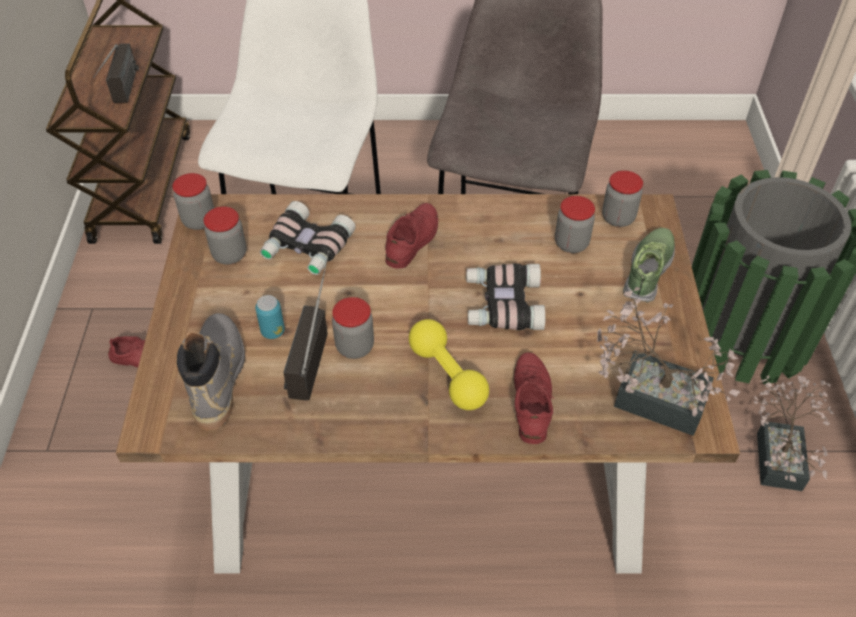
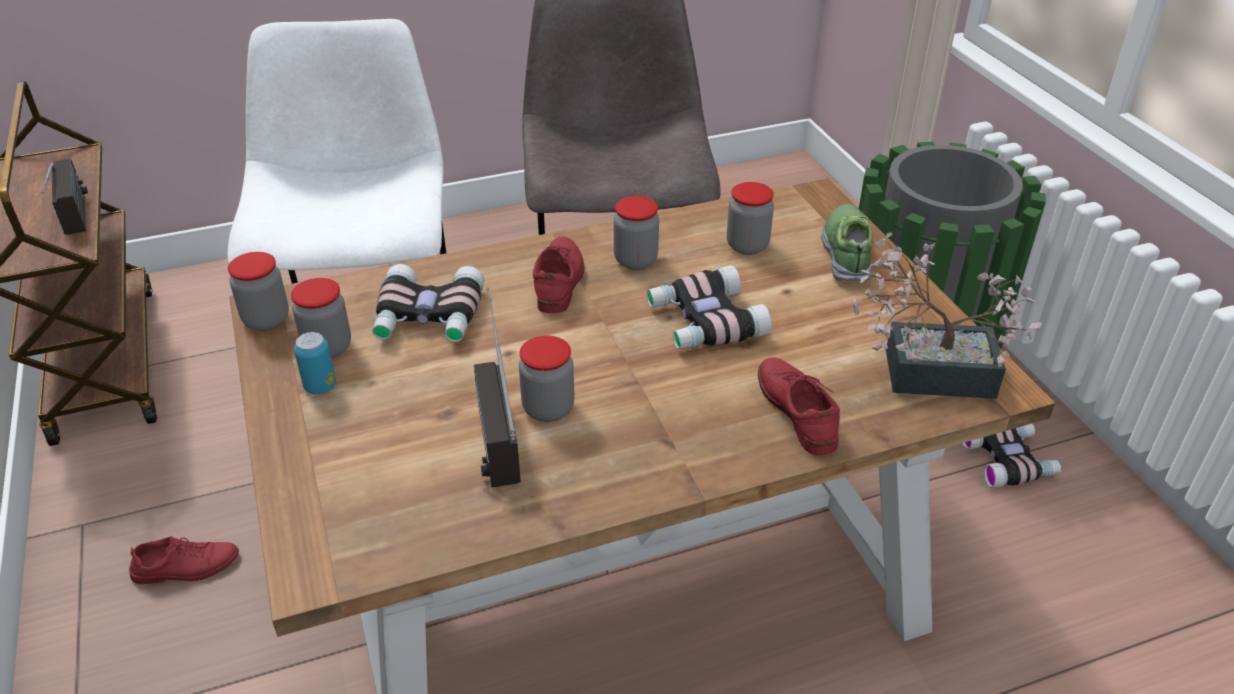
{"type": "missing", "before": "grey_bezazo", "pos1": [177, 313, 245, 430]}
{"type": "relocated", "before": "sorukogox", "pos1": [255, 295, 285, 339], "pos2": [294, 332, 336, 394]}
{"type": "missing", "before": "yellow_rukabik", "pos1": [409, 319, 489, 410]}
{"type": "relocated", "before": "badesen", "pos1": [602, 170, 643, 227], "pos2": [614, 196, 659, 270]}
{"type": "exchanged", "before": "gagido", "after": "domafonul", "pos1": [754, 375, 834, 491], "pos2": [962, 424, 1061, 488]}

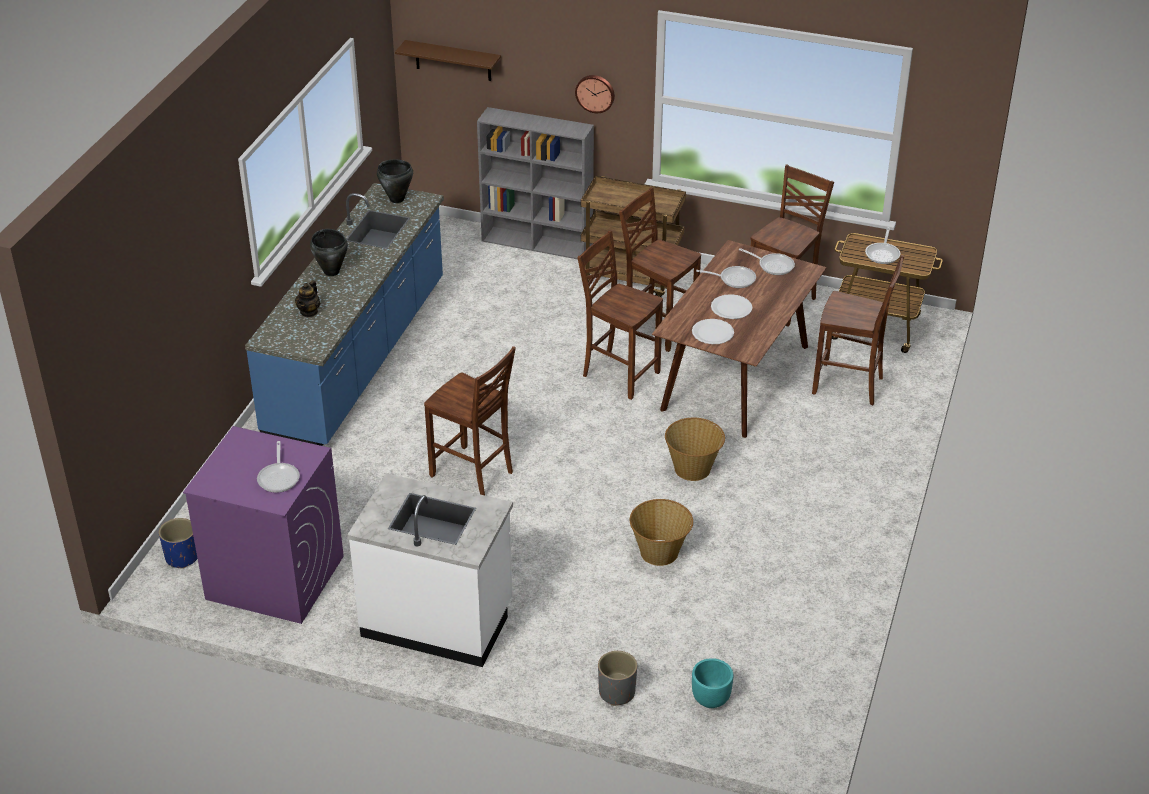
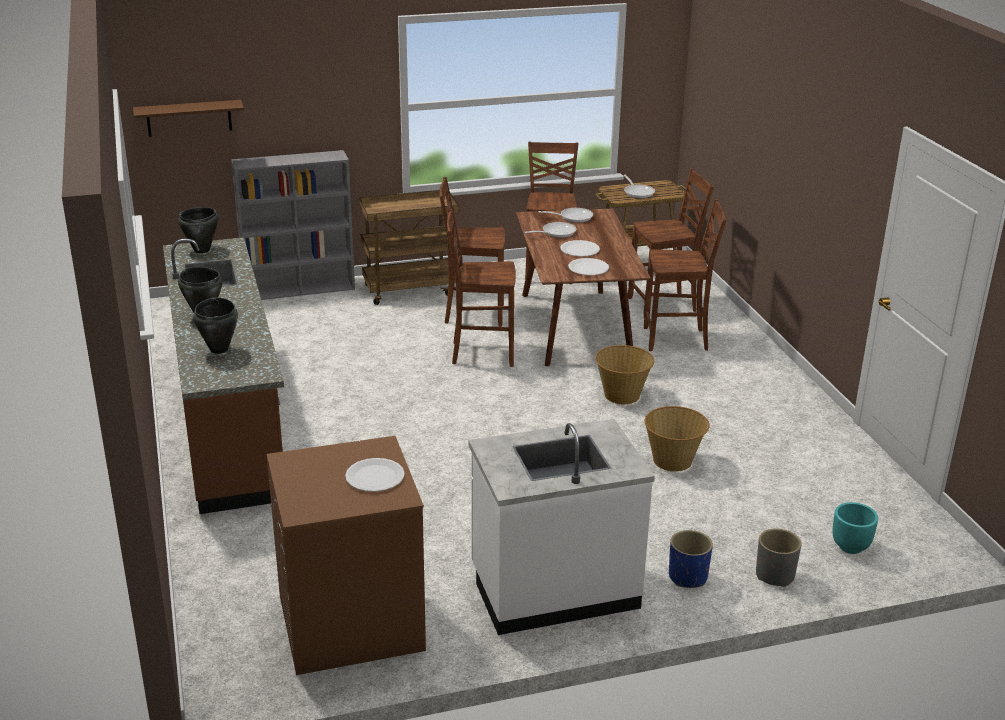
{"type": "relocated", "before": "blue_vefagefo", "pos1": [159, 518, 198, 569], "pos2": [669, 530, 713, 588]}
{"type": "colour", "before": "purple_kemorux", "after": "brown_kemorux", "pos1": [183, 426, 344, 624], "pos2": [267, 436, 426, 675]}
{"type": "colour", "before": "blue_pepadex", "after": "brown_pepadex", "pos1": [245, 183, 444, 446], "pos2": [163, 237, 284, 514]}
{"type": "exchanged", "before": "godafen", "after": "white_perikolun", "pos1": [257, 441, 300, 493], "pos2": [345, 458, 405, 492]}
{"type": "exchanged", "before": "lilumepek", "after": "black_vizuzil", "pos1": [295, 280, 320, 317], "pos2": [193, 298, 238, 354]}
{"type": "relocated", "before": "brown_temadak", "pos1": [424, 346, 516, 495], "pos2": [644, 199, 726, 351]}
{"type": "missing", "before": "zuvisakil", "pos1": [575, 75, 615, 113]}

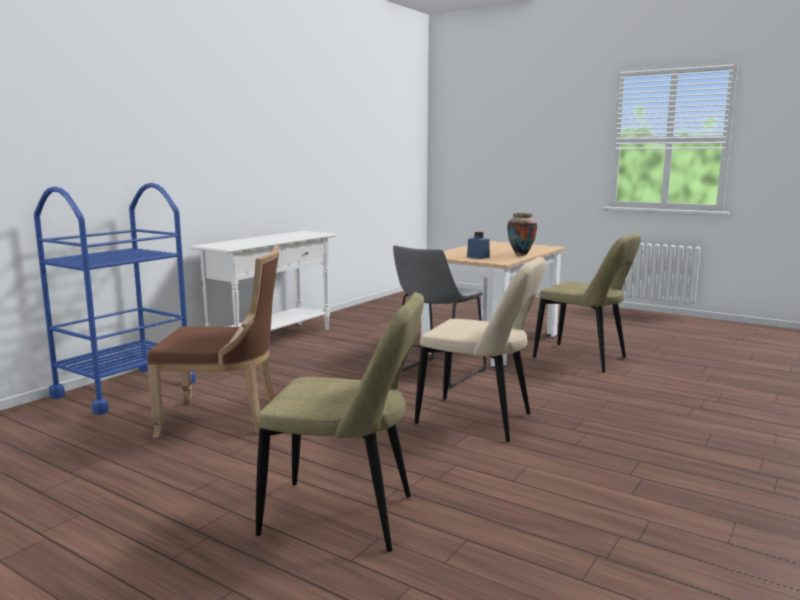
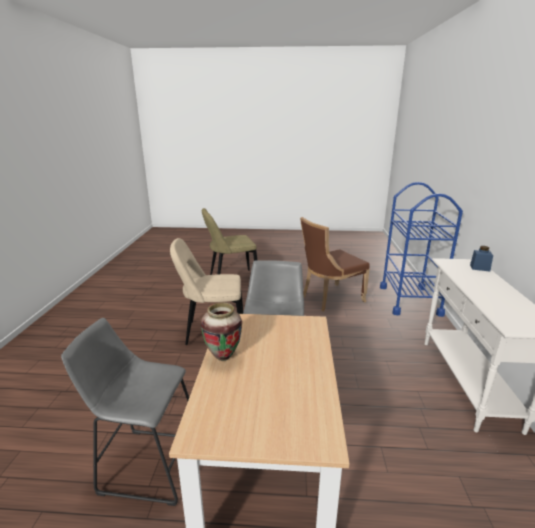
{"type": "relocated", "before": "blue_badesen", "pos1": [467, 232, 490, 259], "pos2": [470, 246, 493, 271]}
{"type": "exchanged", "before": "beige_temadak", "after": "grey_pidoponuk", "pos1": [533, 233, 641, 373], "pos2": [61, 318, 189, 506]}

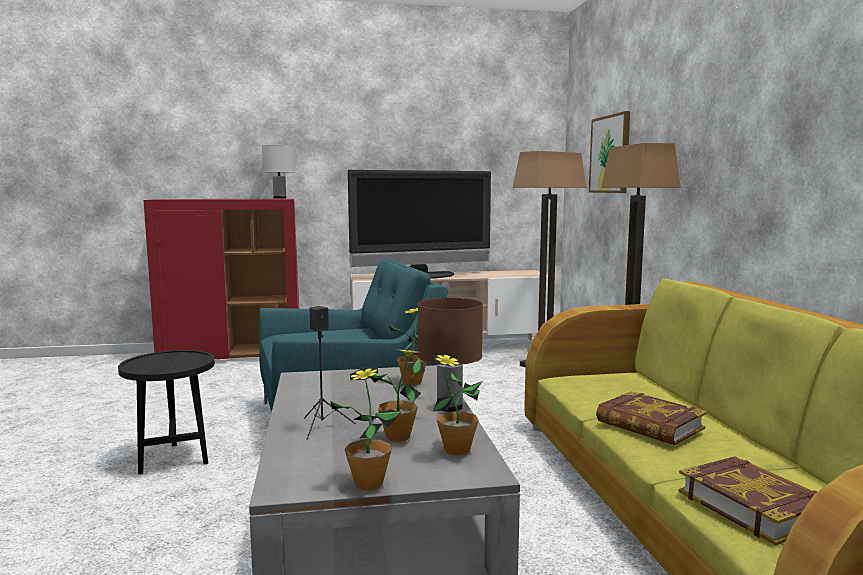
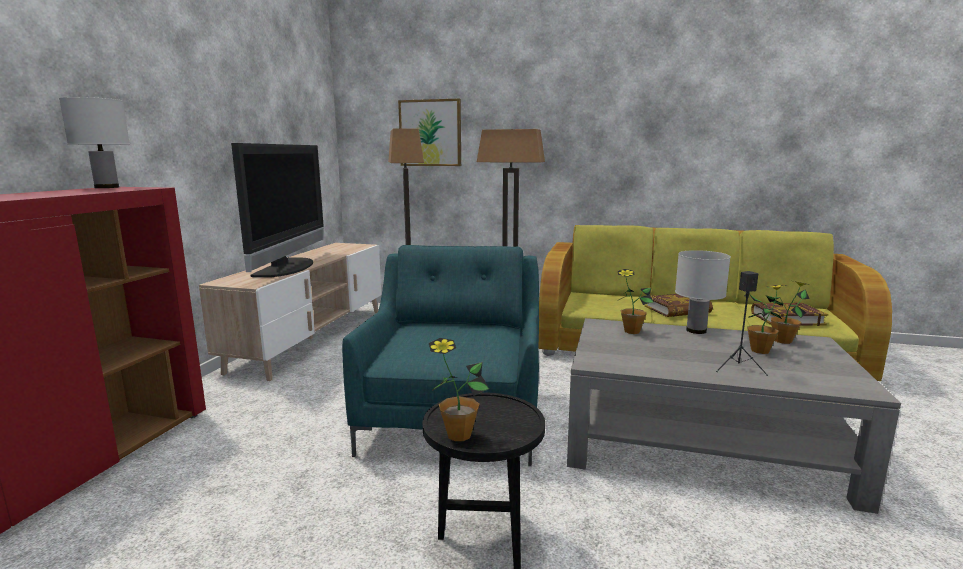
{"type": "relocated", "before": "gagido", "pos1": [330, 367, 401, 490], "pos2": [429, 338, 489, 441]}
{"type": "colour", "before": "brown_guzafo", "after": "white_guzafo", "pos1": [418, 298, 483, 412], "pos2": [675, 250, 731, 334]}

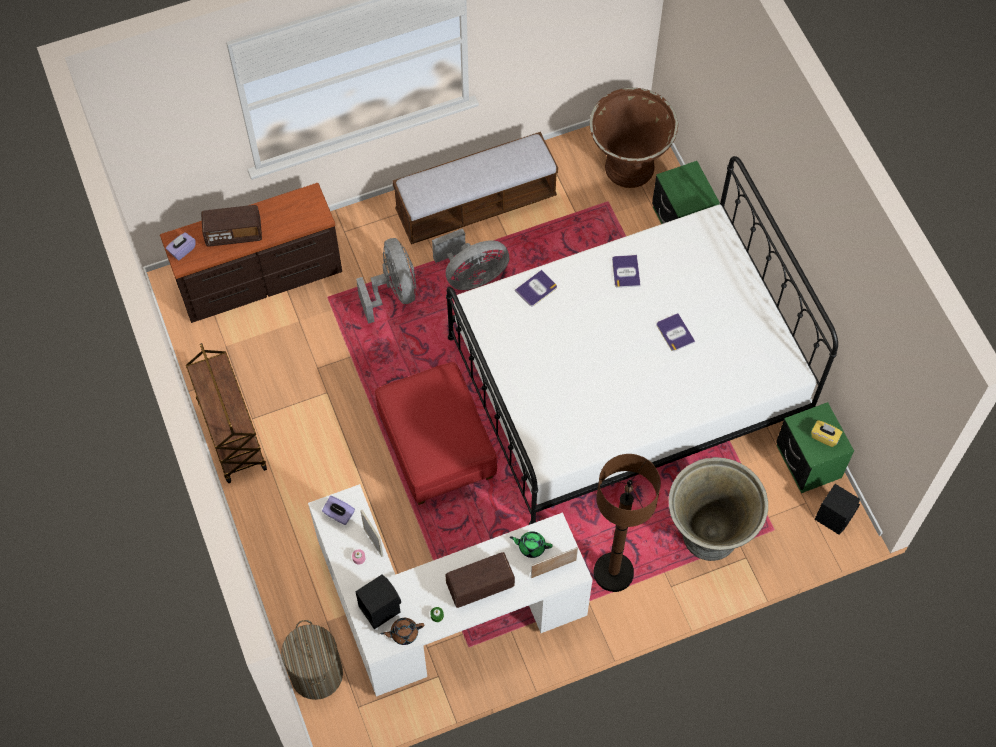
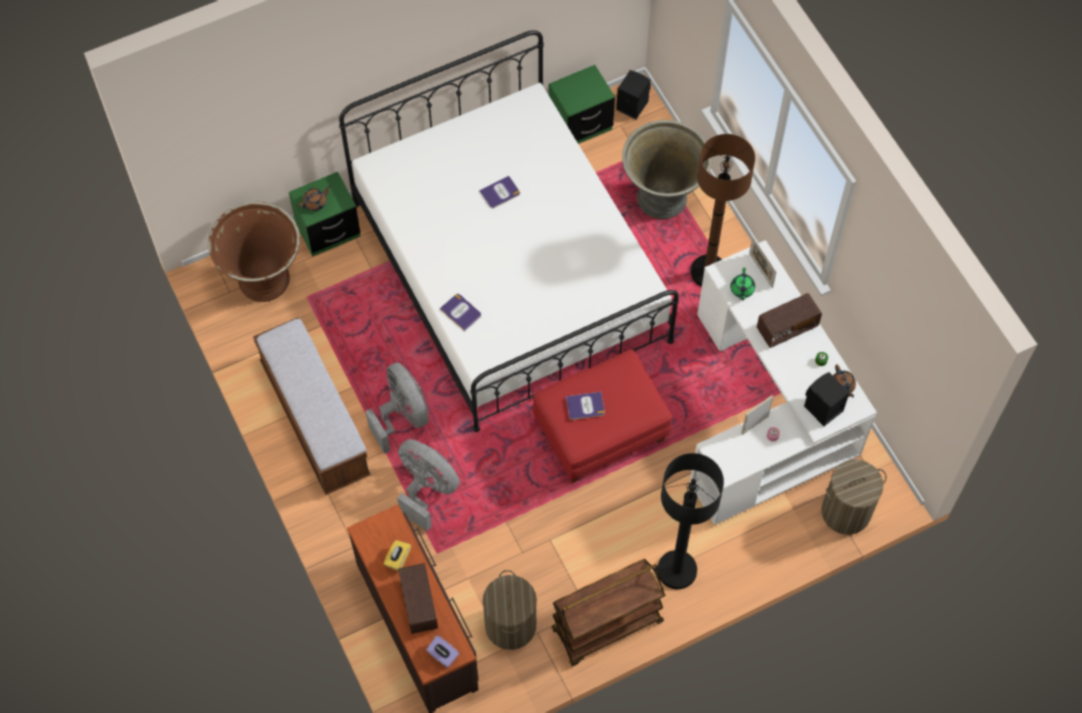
{"type": "missing", "before": "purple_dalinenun", "pos1": [322, 496, 355, 525]}
{"type": "spun", "before": "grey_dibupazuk", "pos1": [356, 238, 416, 324], "pos2": [397, 439, 460, 531], "turn": 60}
{"type": "spun", "before": "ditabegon", "pos1": [445, 552, 515, 608], "pos2": [757, 293, 822, 348], "turn": -90}
{"type": "relocated", "before": "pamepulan", "pos1": [612, 255, 641, 288], "pos2": [566, 392, 605, 420]}
{"type": "relocated", "before": "yellow_dalinenun", "pos1": [811, 420, 842, 447], "pos2": [384, 540, 411, 571]}
{"type": "appeared", "after": "brown_lilumepek", "pos2": [298, 185, 331, 211]}
{"type": "appeared", "after": "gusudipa", "pos2": [483, 570, 537, 650]}
{"type": "appeared", "after": "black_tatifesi", "pos2": [657, 453, 724, 589]}

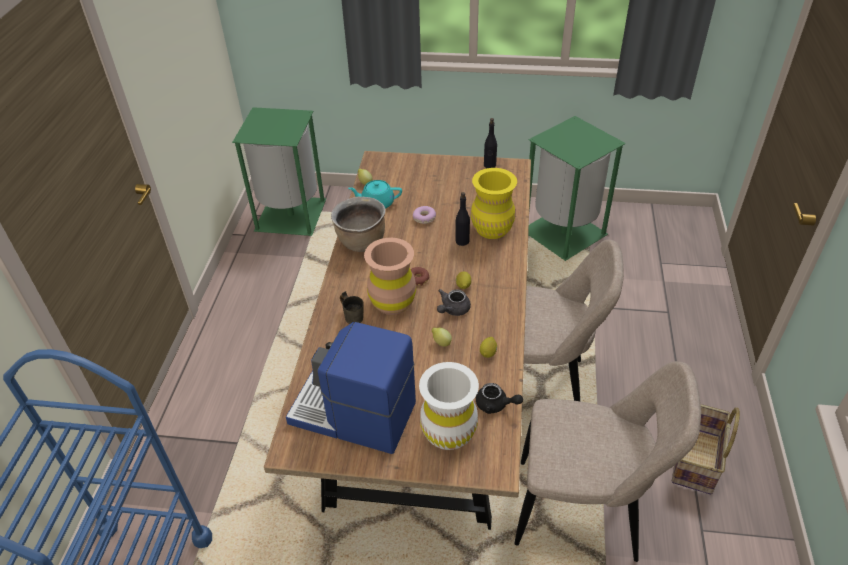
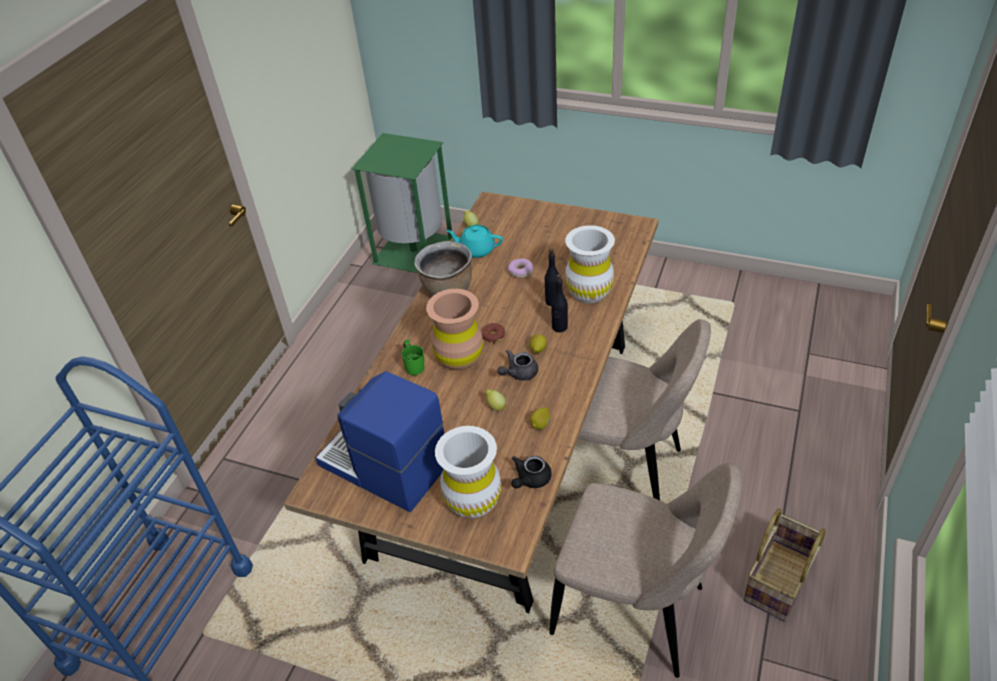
{"type": "colour", "before": "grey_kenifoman", "after": "green_kenifoman", "pos1": [340, 291, 364, 324], "pos2": [402, 339, 424, 375]}
{"type": "colour", "before": "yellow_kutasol", "after": "white_kutasol", "pos1": [471, 168, 517, 239], "pos2": [565, 225, 615, 303]}
{"type": "spun", "before": "black_lilumepek", "pos1": [476, 383, 523, 414], "pos2": [511, 456, 552, 488], "turn": 90}
{"type": "relocated", "before": "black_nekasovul", "pos1": [484, 118, 497, 168], "pos2": [551, 274, 568, 333]}
{"type": "missing", "before": "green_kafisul", "pos1": [528, 116, 626, 261]}

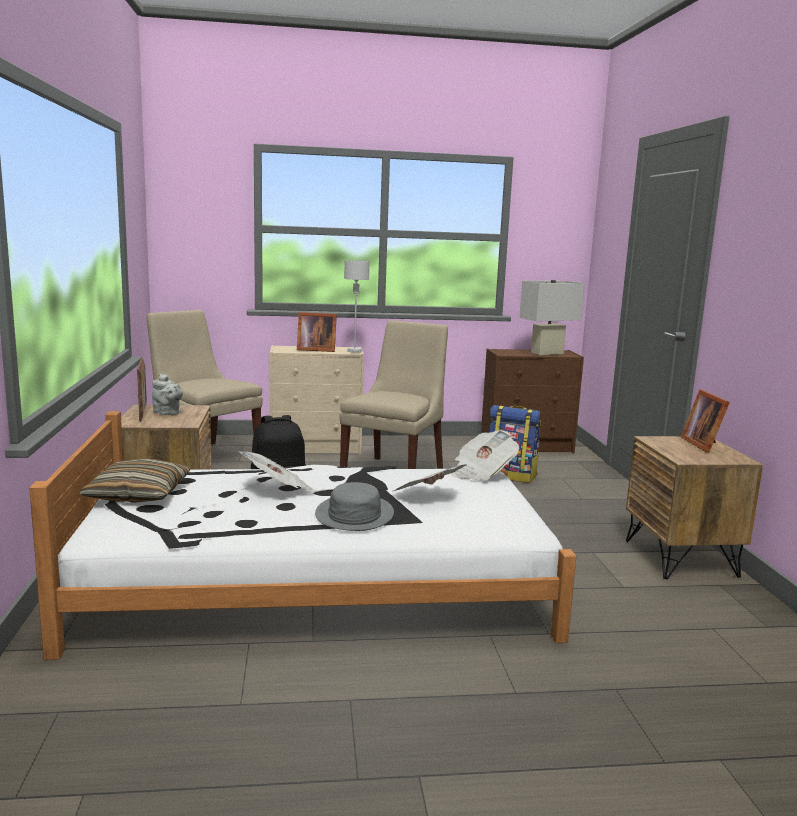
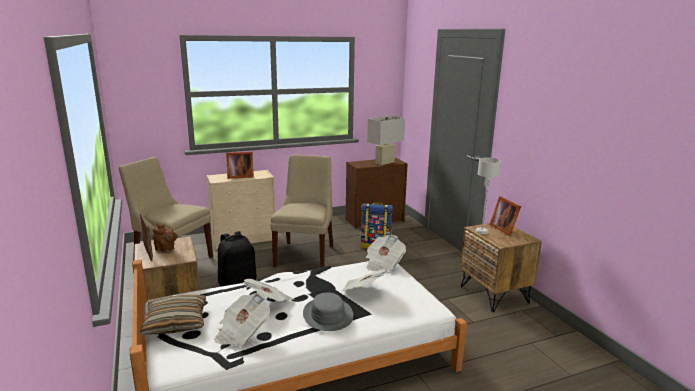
{"type": "colour", "before": "grey_lilumepek", "after": "brown_lilumepek", "pos1": [152, 374, 183, 415], "pos2": [153, 223, 178, 252]}
{"type": "relocated", "before": "grey_guzafo", "pos1": [344, 260, 370, 353], "pos2": [475, 158, 501, 234]}
{"type": "appeared", "after": "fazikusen", "pos2": [214, 293, 270, 346]}

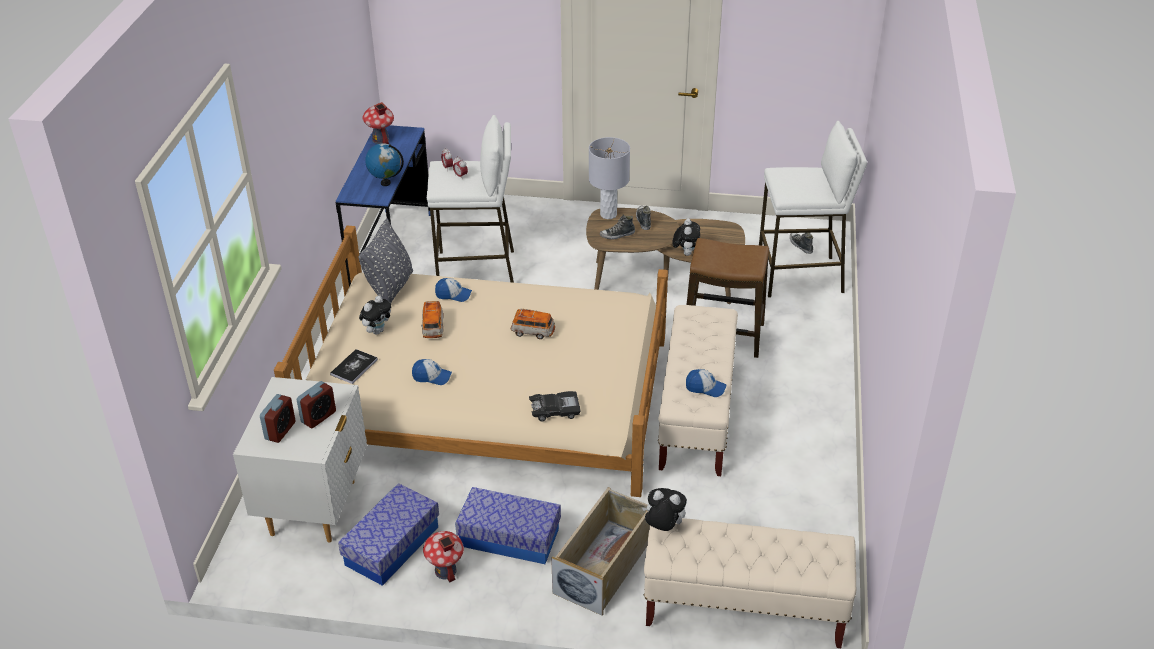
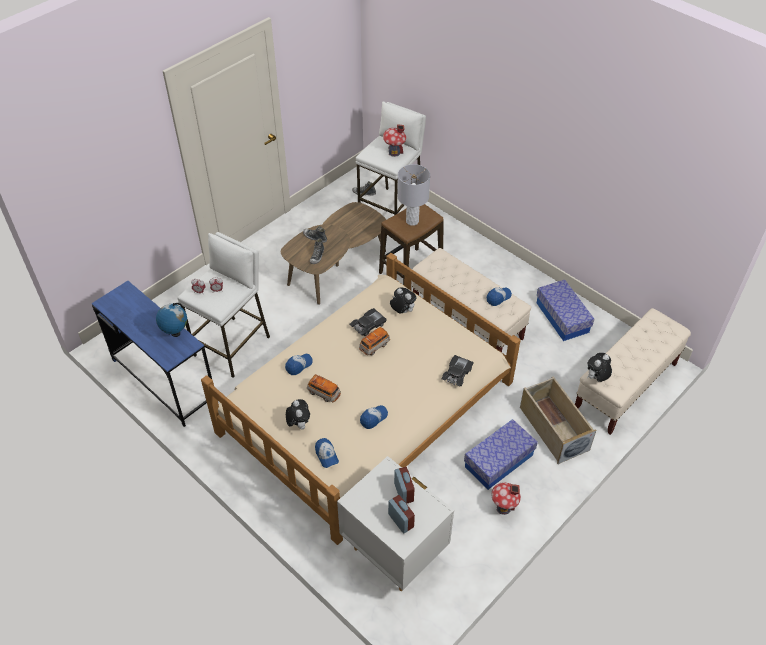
{"type": "exchanged", "before": "pamepulan", "after": "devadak", "pos1": [330, 349, 378, 384], "pos2": [315, 438, 339, 468]}
{"type": "relocated", "before": "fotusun", "pos1": [338, 483, 439, 586], "pos2": [537, 280, 594, 341]}
{"type": "missing", "before": "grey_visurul", "pos1": [359, 219, 413, 303]}
{"type": "relocated", "before": "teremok", "pos1": [362, 102, 394, 144], "pos2": [383, 124, 406, 157]}
{"type": "relocated", "before": "grey_guzafo", "pos1": [589, 137, 630, 219], "pos2": [397, 164, 430, 226]}
{"type": "relocated", "before": "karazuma", "pos1": [672, 219, 700, 256], "pos2": [390, 287, 417, 313]}
{"type": "appeared", "after": "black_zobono", "pos2": [349, 308, 387, 336]}

